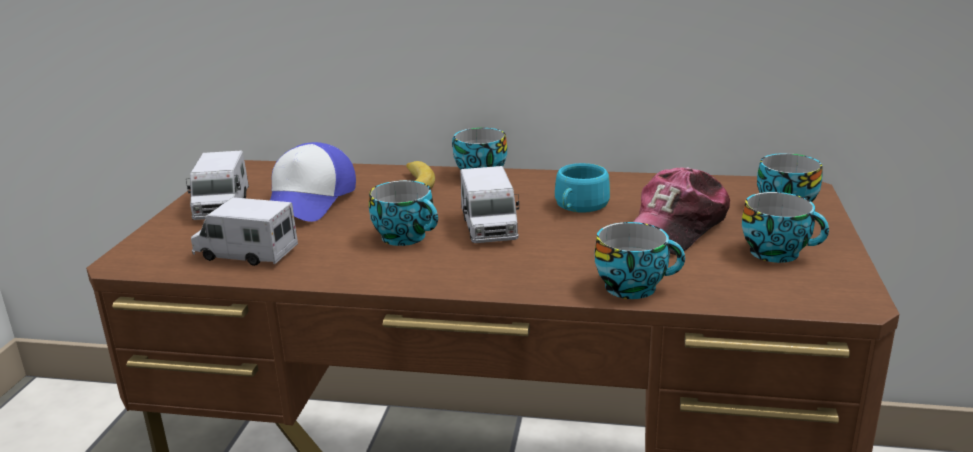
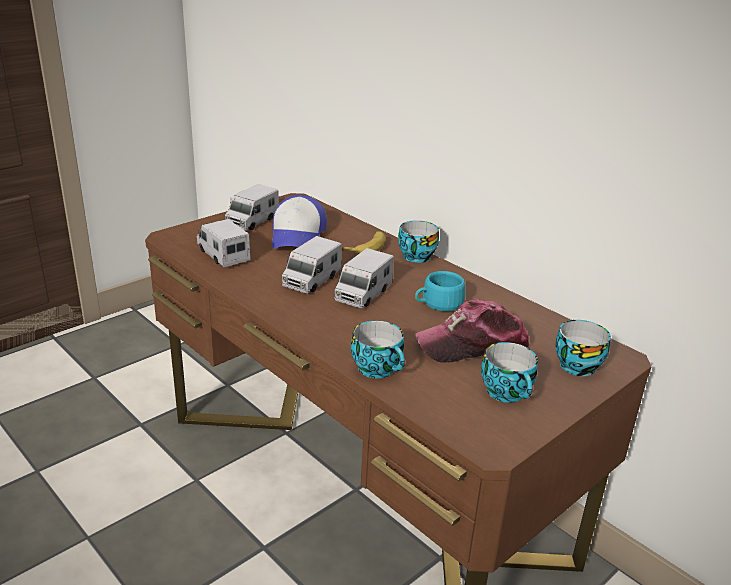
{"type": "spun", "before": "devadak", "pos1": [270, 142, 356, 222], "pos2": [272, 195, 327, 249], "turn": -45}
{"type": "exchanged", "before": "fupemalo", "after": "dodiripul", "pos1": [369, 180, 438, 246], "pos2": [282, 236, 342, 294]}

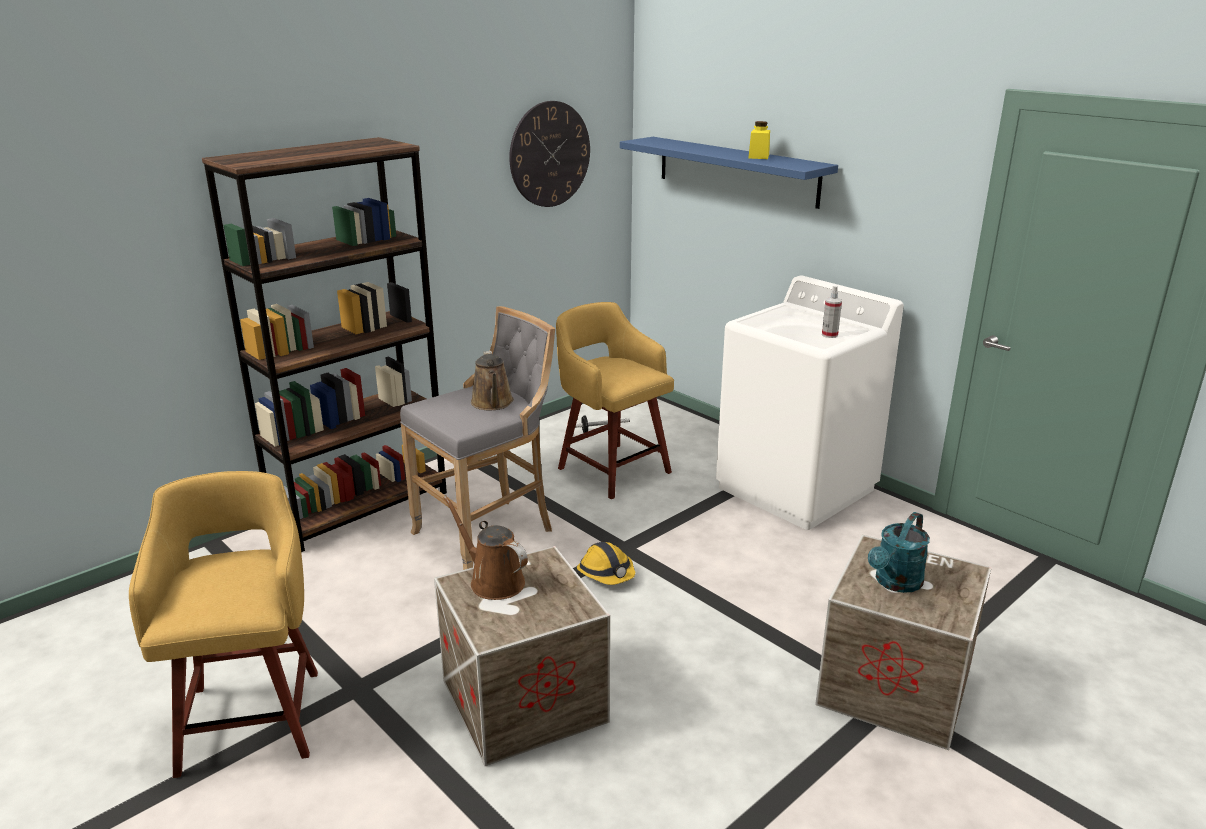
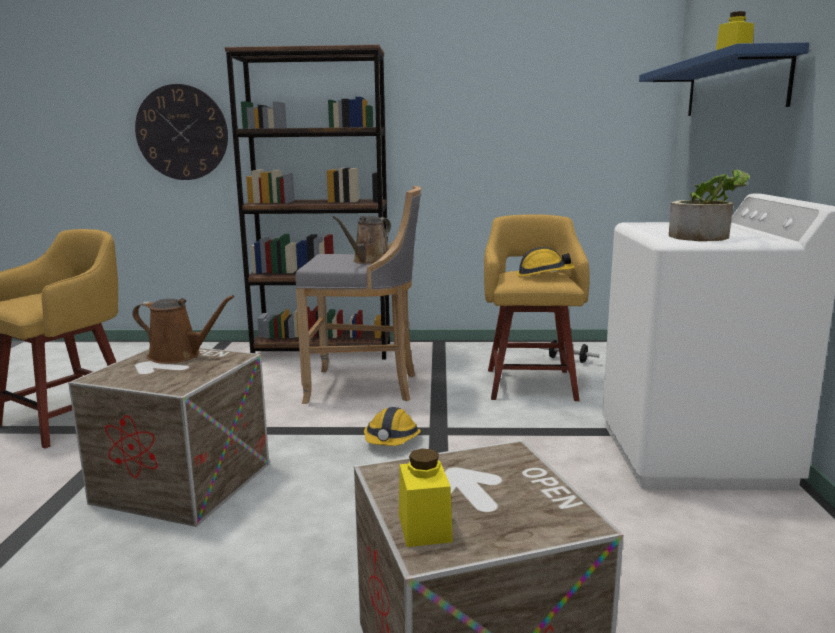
{"type": "spun", "before": "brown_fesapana", "pos1": [443, 496, 528, 600], "pos2": [132, 295, 234, 364], "turn": 105}
{"type": "relocated", "before": "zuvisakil", "pos1": [509, 101, 590, 207], "pos2": [135, 84, 228, 180]}
{"type": "exchanged", "before": "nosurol", "after": "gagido", "pos1": [822, 286, 842, 338], "pos2": [669, 169, 750, 241]}
{"type": "missing", "before": "turquoise_fesapana", "pos1": [868, 512, 930, 593]}
{"type": "appeared", "after": "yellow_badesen", "pos2": [399, 448, 453, 547]}
{"type": "appeared", "after": "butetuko", "pos2": [517, 247, 575, 277]}

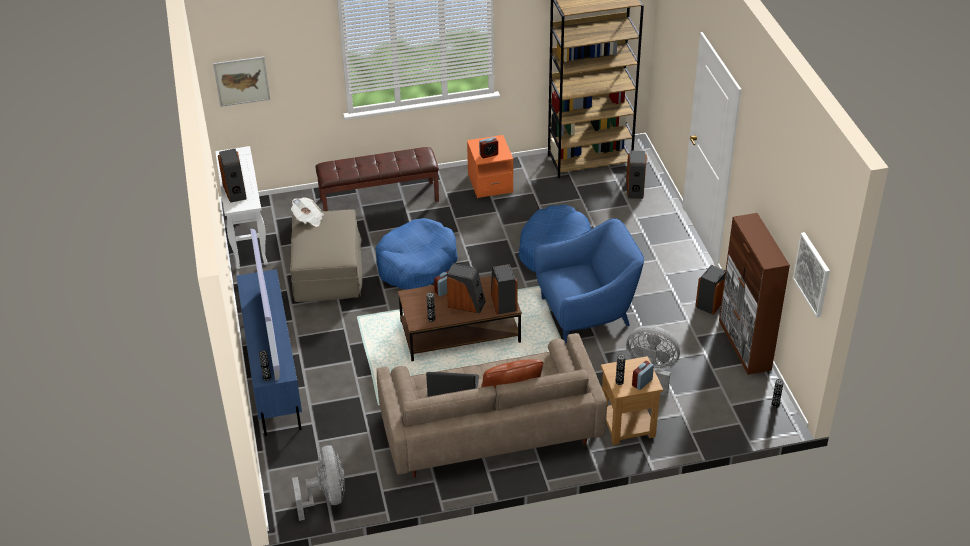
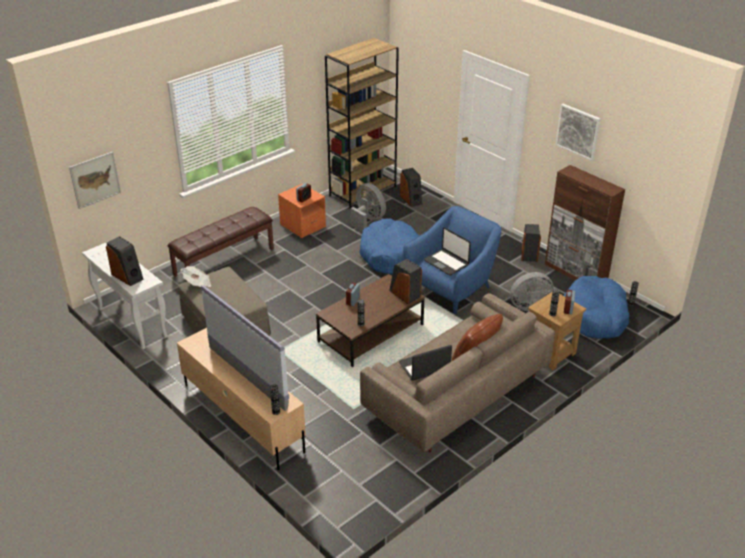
{"type": "colour", "before": "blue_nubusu", "after": "beige_nubusu", "pos1": [237, 269, 302, 436], "pos2": [177, 328, 306, 470]}
{"type": "relocated", "before": "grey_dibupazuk", "pos1": [292, 446, 345, 521], "pos2": [351, 183, 386, 232]}
{"type": "relocated", "before": "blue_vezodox", "pos1": [375, 218, 458, 289], "pos2": [564, 276, 630, 339]}
{"type": "missing", "before": "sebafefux", "pos1": [447, 263, 486, 313]}
{"type": "relocated", "before": "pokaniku", "pos1": [793, 232, 830, 317], "pos2": [556, 104, 600, 161]}
{"type": "appeared", "after": "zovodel", "pos2": [424, 227, 471, 275]}

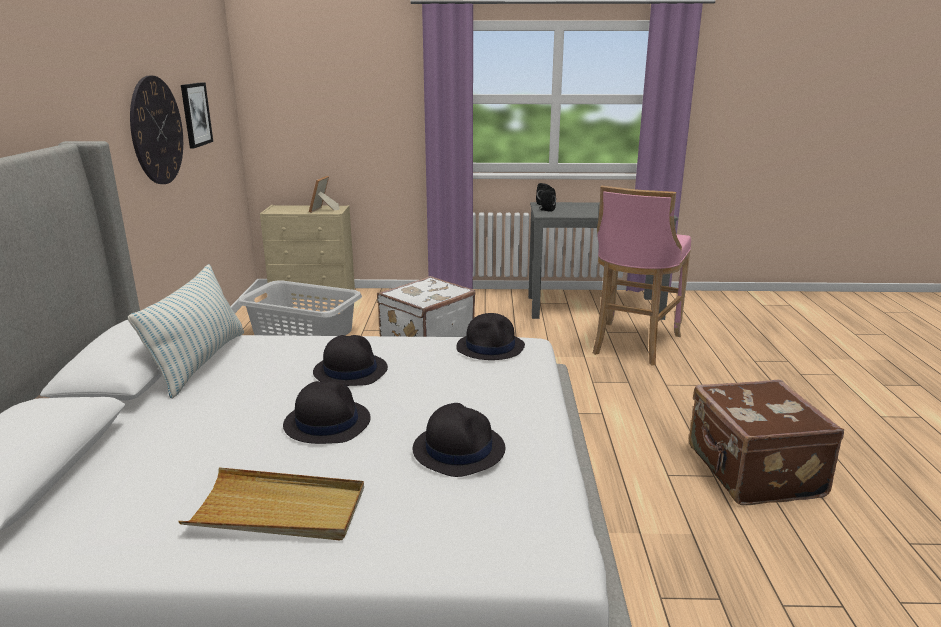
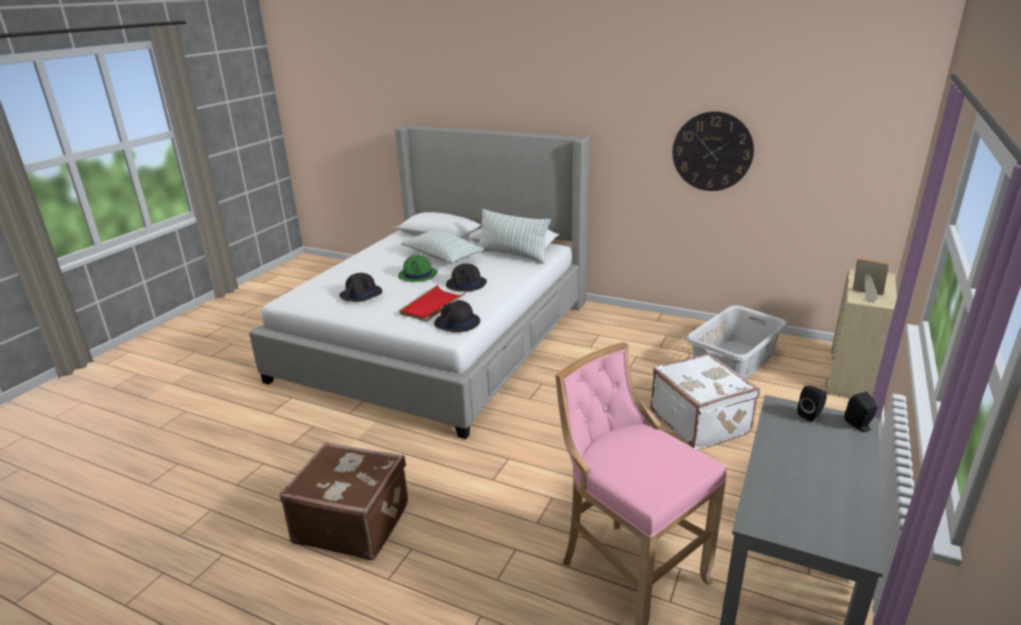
{"type": "missing", "before": "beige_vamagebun", "pos1": [178, 467, 364, 541]}
{"type": "missing", "before": "pokaniku", "pos1": [181, 82, 213, 148]}
{"type": "colour", "before": "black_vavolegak", "after": "green_vavolegak", "pos1": [283, 381, 371, 444], "pos2": [398, 255, 438, 282]}
{"type": "appeared", "after": "red_vamagebun", "pos2": [399, 285, 466, 322]}
{"type": "appeared", "after": "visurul", "pos2": [401, 230, 484, 263]}

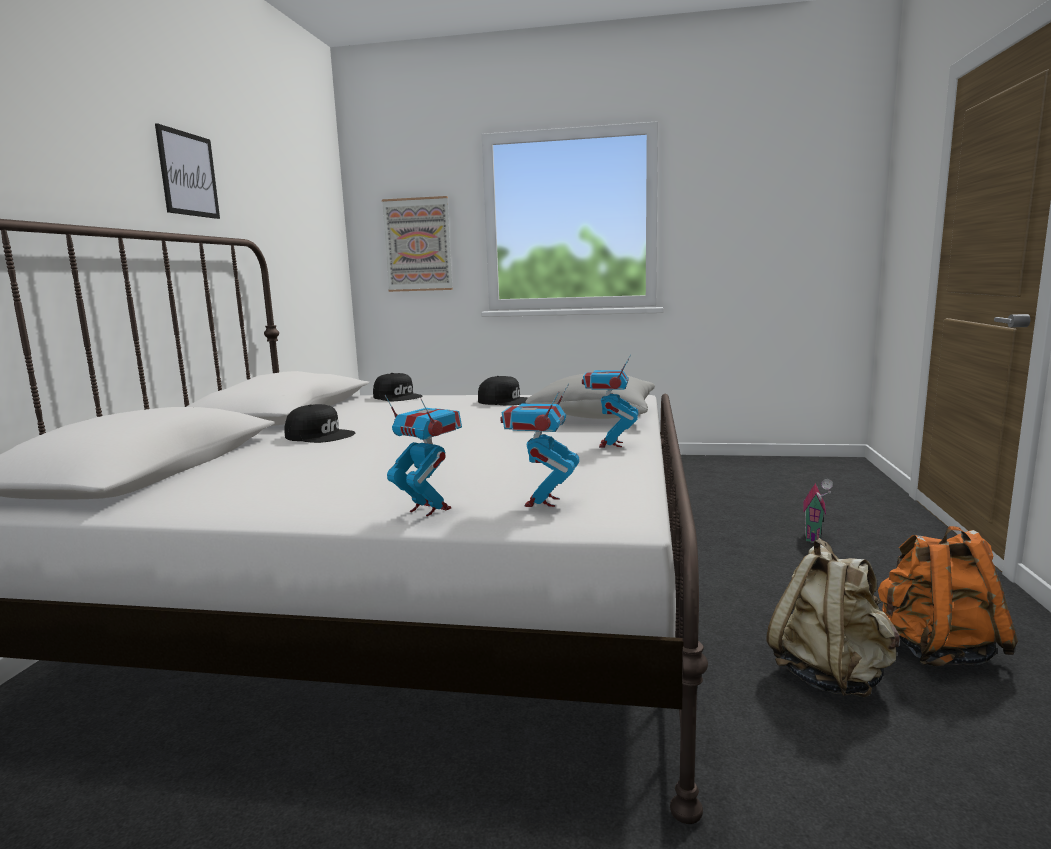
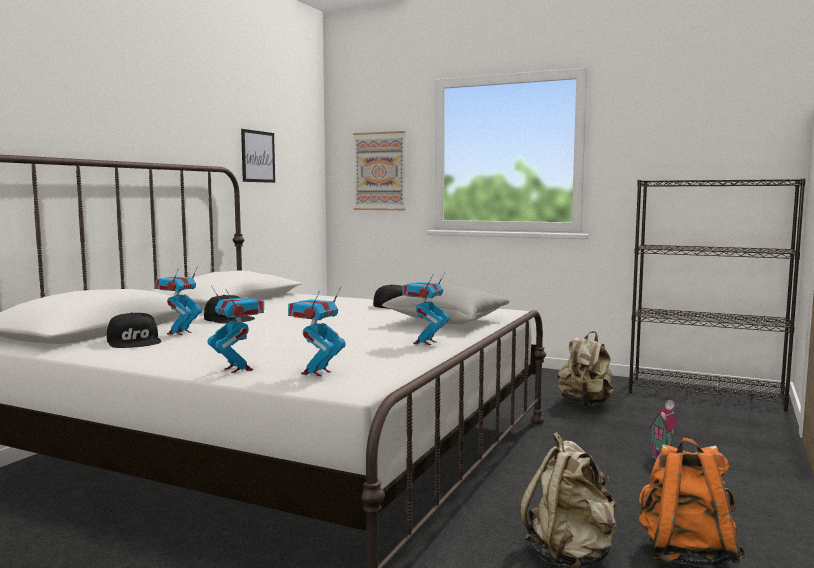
{"type": "relocated", "before": "pokaniku", "pos1": [155, 123, 220, 219], "pos2": [241, 129, 275, 183]}
{"type": "relocated", "before": "black_devadak", "pos1": [373, 373, 422, 401], "pos2": [107, 313, 162, 348]}
{"type": "appeared", "after": "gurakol", "pos2": [155, 266, 202, 335]}
{"type": "appeared", "after": "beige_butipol", "pos2": [557, 331, 614, 406]}
{"type": "appeared", "after": "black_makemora", "pos2": [629, 178, 806, 411]}

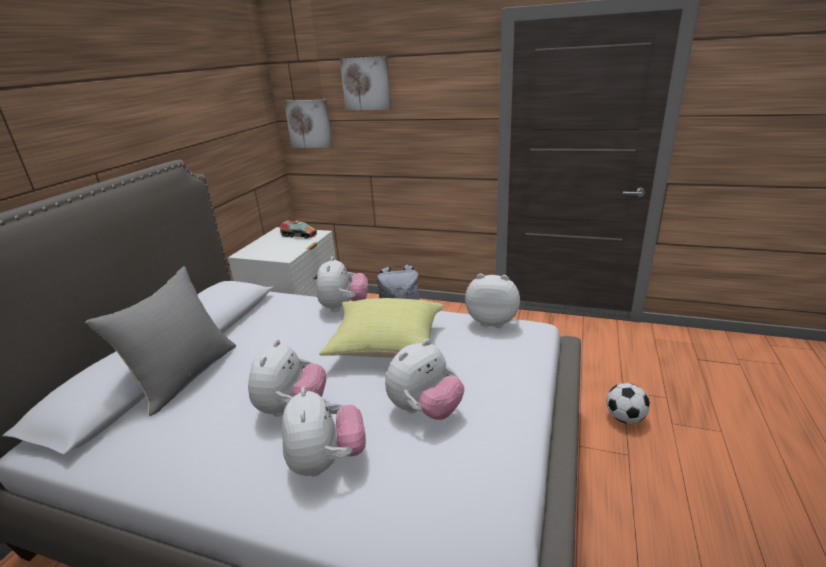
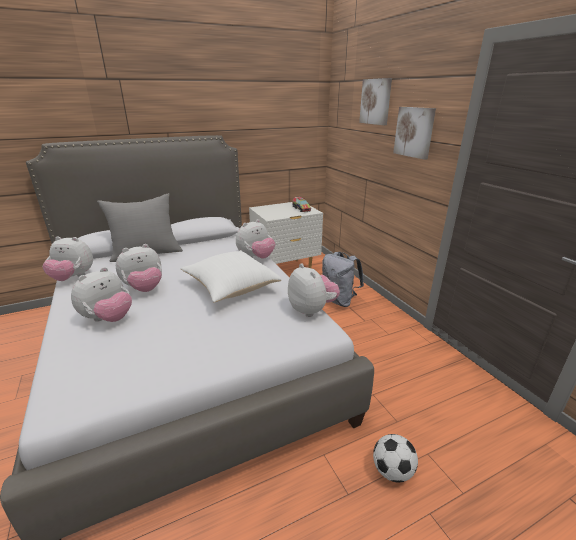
{"type": "relocated", "before": "pokaniku", "pos1": [284, 100, 333, 148], "pos2": [393, 107, 436, 160]}
{"type": "colour", "before": "yellow_visurul", "after": "white_visurul", "pos1": [319, 298, 444, 358], "pos2": [180, 250, 282, 303]}
{"type": "relocated", "before": "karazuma", "pos1": [385, 339, 464, 420], "pos2": [43, 236, 93, 281]}

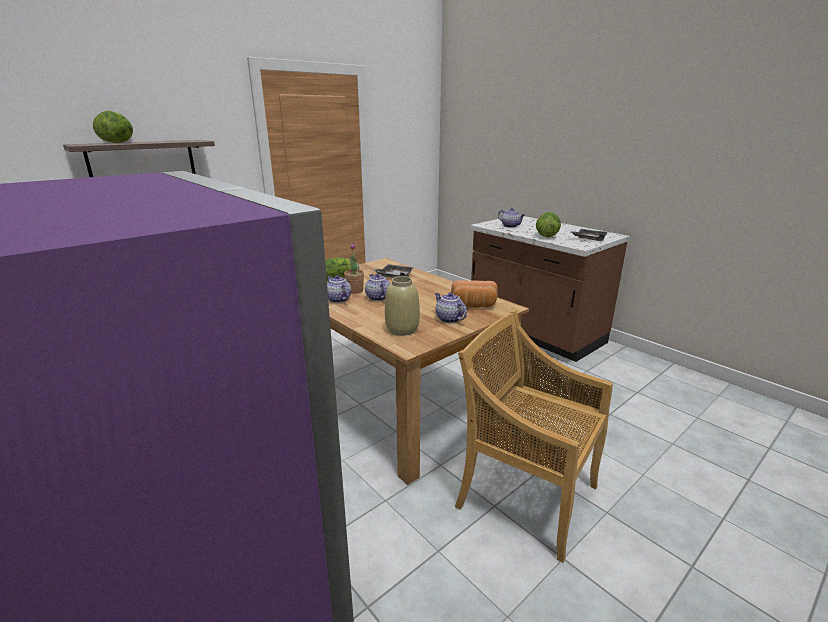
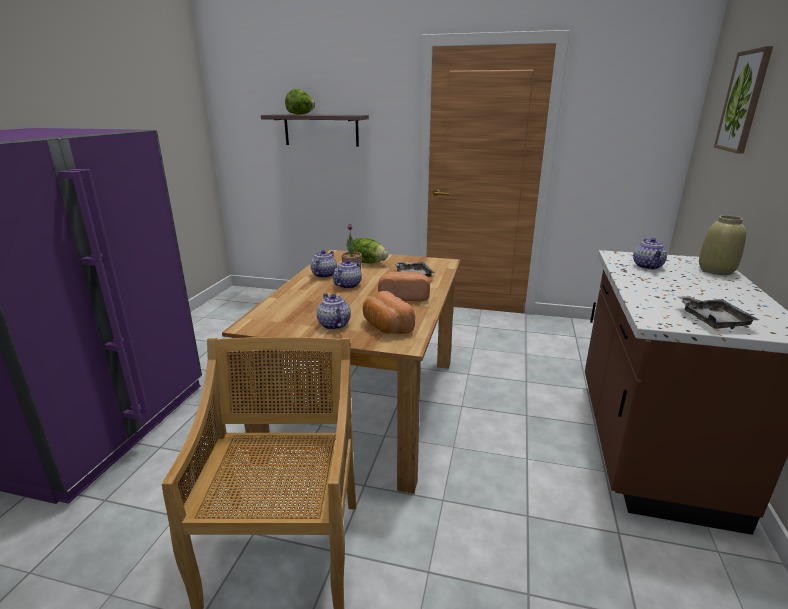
{"type": "relocated", "before": "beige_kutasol", "pos1": [385, 276, 420, 336], "pos2": [699, 215, 746, 275]}
{"type": "spun", "before": "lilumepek", "pos1": [435, 292, 467, 323], "pos2": [317, 293, 351, 330], "turn": -45}
{"type": "missing", "before": "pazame", "pos1": [536, 212, 561, 238]}
{"type": "appeared", "after": "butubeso", "pos2": [378, 271, 430, 301]}
{"type": "appeared", "after": "pokaniku", "pos2": [714, 46, 773, 154]}

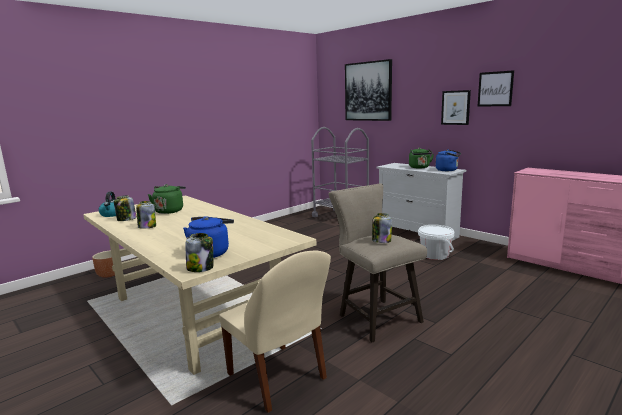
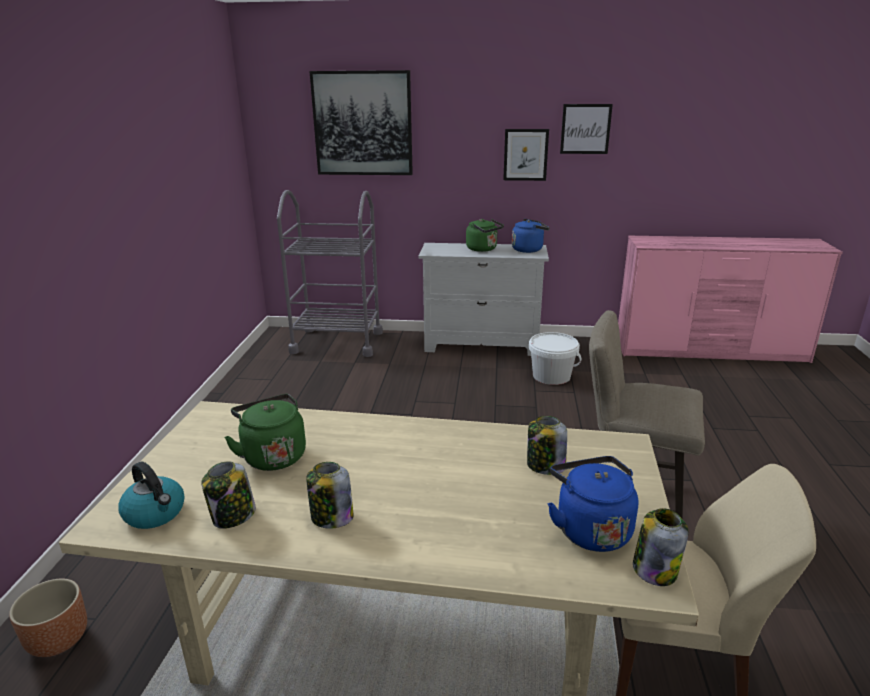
{"type": "relocated", "before": "badesen", "pos1": [372, 213, 392, 243], "pos2": [527, 416, 567, 475]}

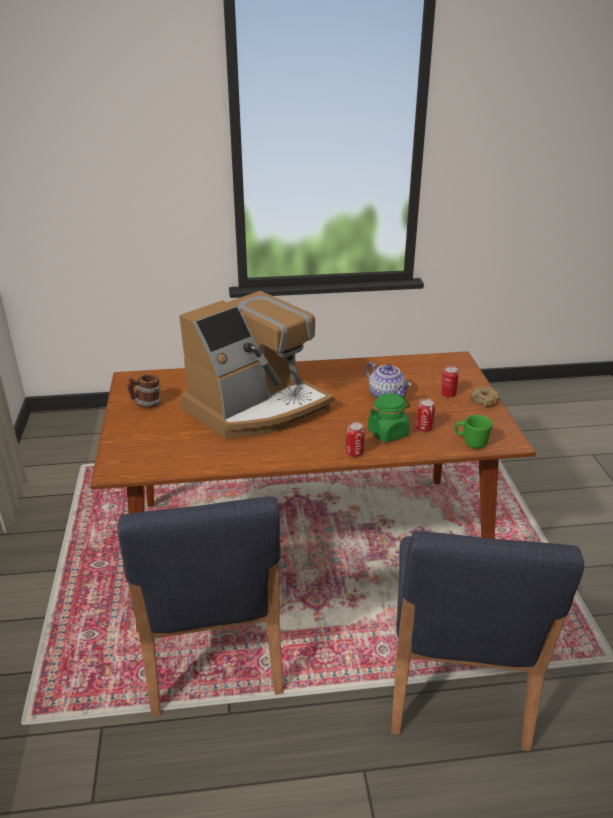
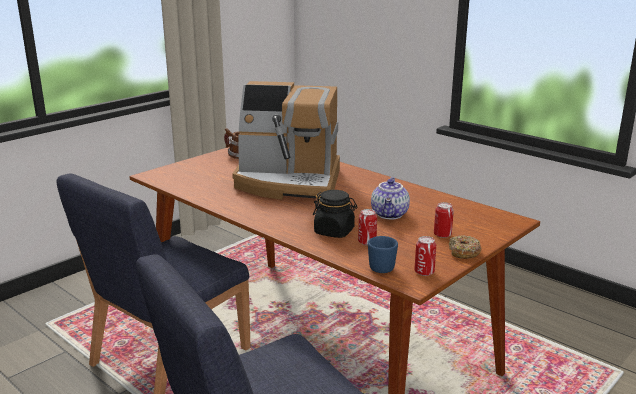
{"type": "relocated", "before": "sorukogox", "pos1": [346, 422, 365, 457], "pos2": [414, 236, 436, 276]}
{"type": "colour", "before": "green_badesen", "after": "black_badesen", "pos1": [368, 393, 410, 442], "pos2": [313, 190, 357, 238]}
{"type": "colour", "before": "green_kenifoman", "after": "blue_kenifoman", "pos1": [455, 415, 493, 449], "pos2": [368, 236, 398, 273]}

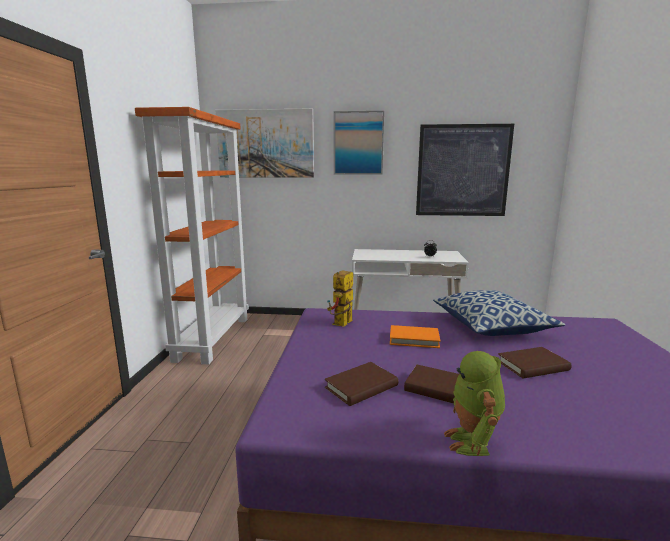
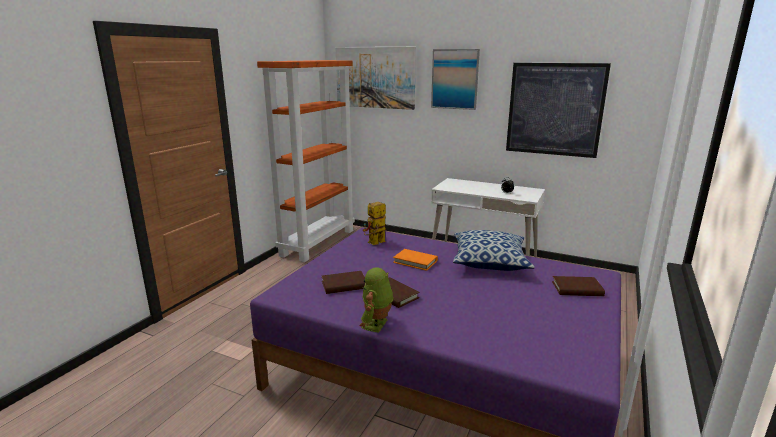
{"type": "relocated", "before": "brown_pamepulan", "pos1": [498, 347, 572, 378], "pos2": [552, 276, 605, 296]}

